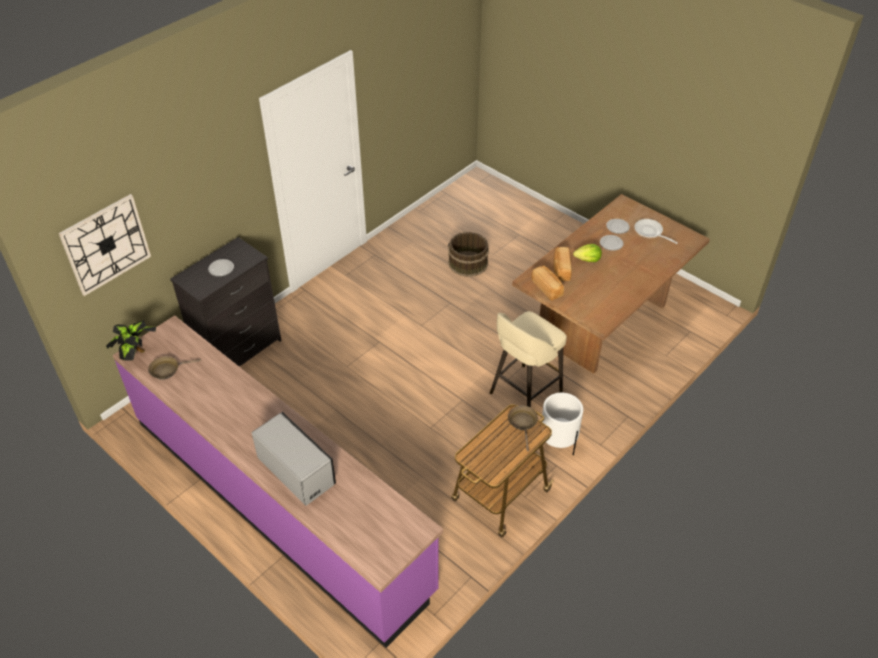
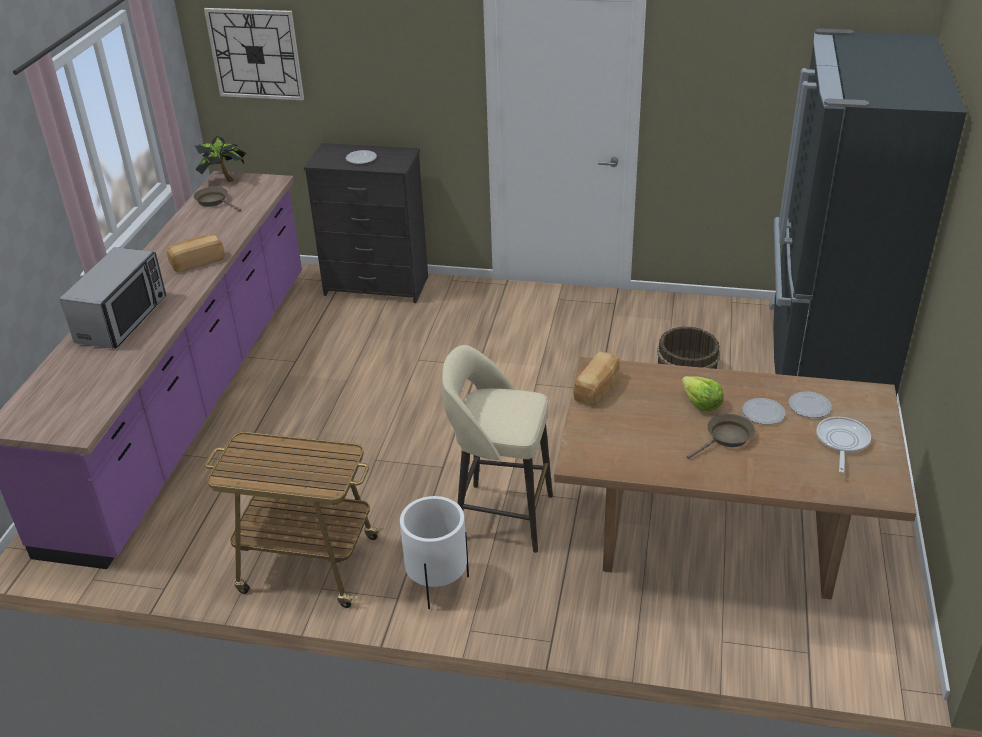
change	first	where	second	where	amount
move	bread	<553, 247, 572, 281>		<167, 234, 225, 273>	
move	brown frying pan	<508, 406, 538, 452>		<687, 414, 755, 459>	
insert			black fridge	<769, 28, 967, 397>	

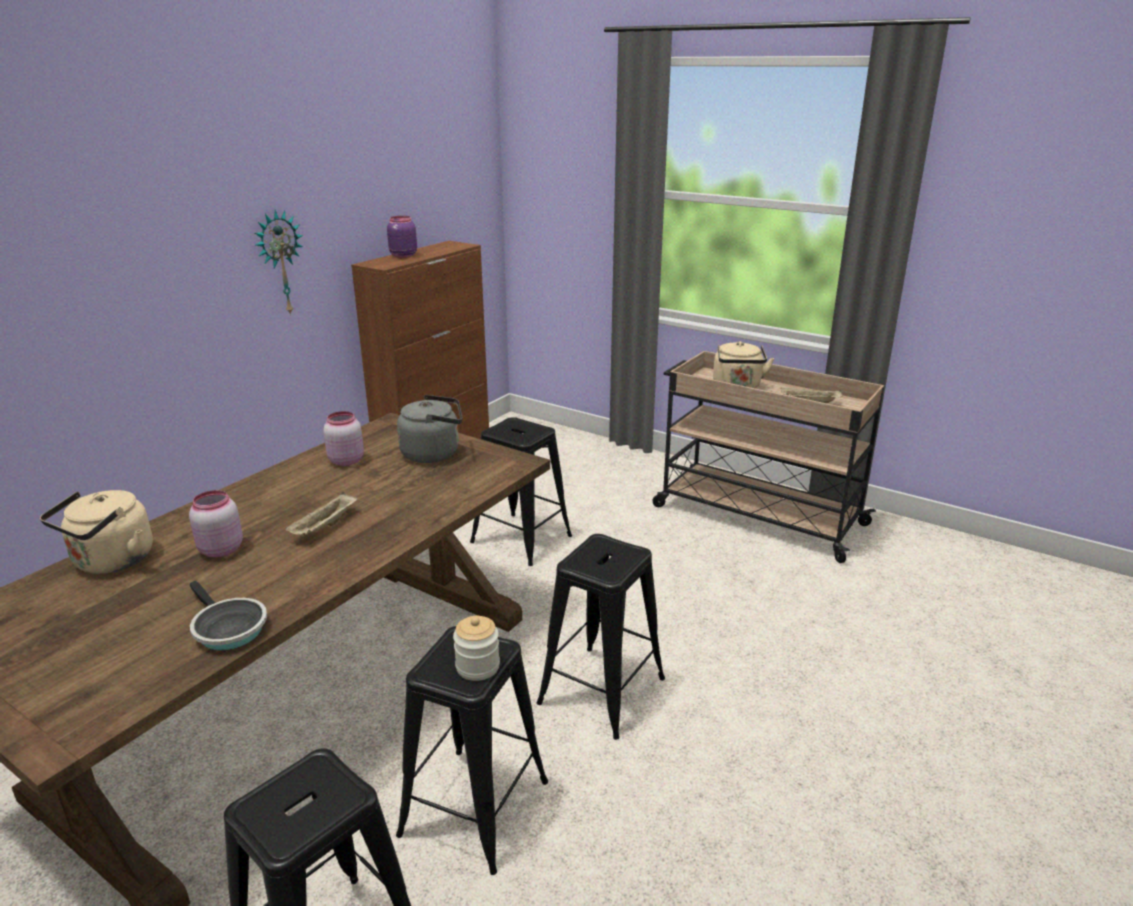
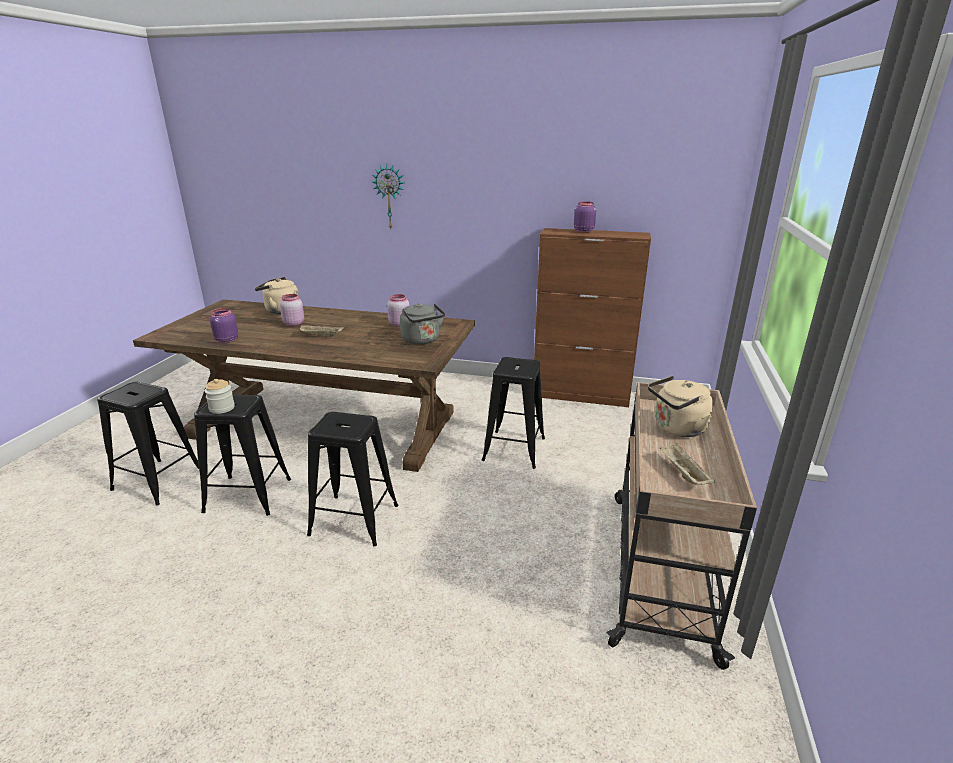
change	first	where	second	where	amount
move	wall clock	<255, 210, 303, 316>		<372, 164, 404, 229>	
replace	frying pan	<190, 581, 267, 651>	purple jar	<210, 308, 238, 343>	

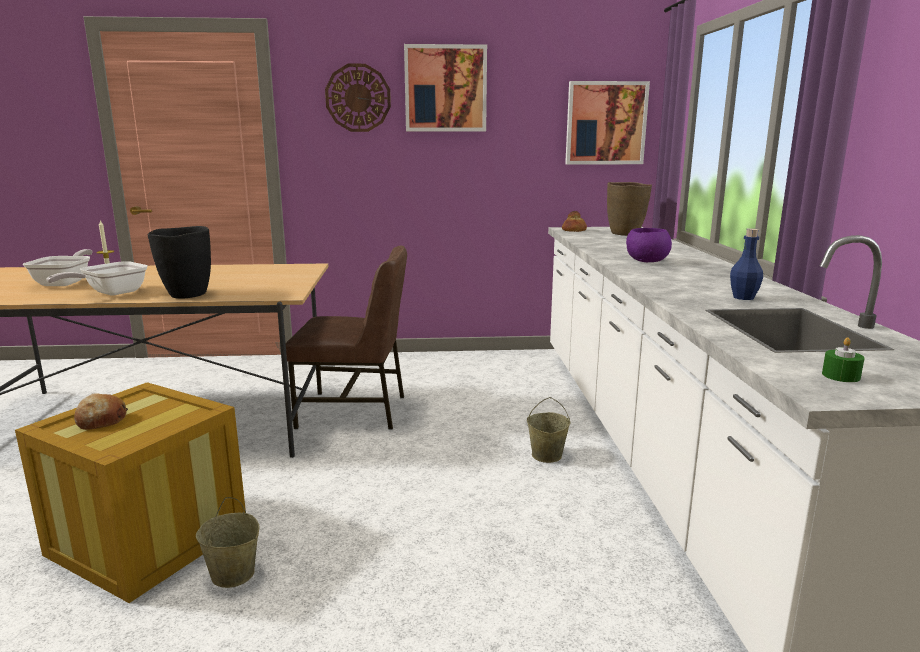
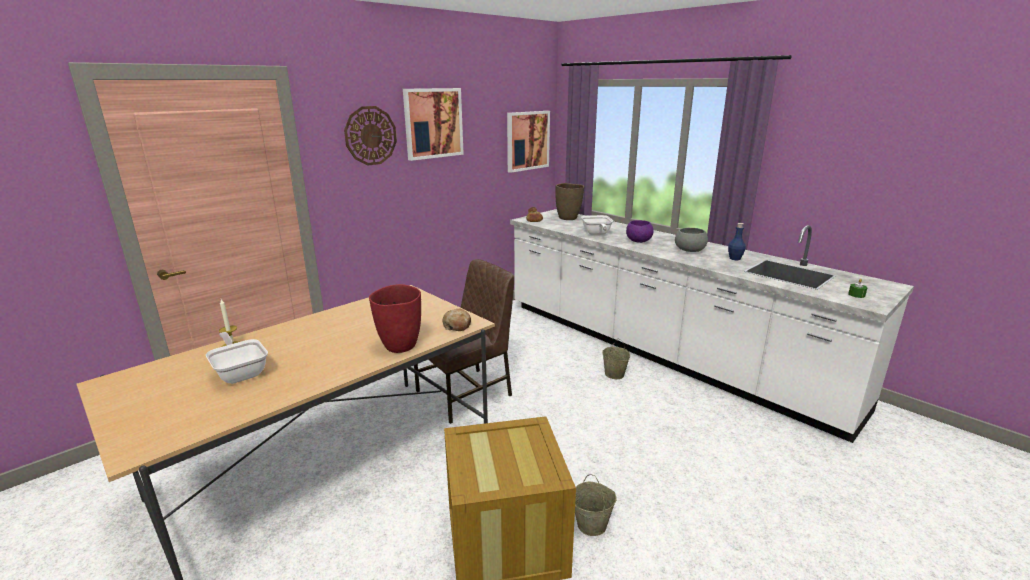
change	first	where	second	where	amount
recolor	black vase	<148, 226, 211, 299>	red vase	<369, 284, 421, 353>	
move	frying pan	<47, 261, 148, 296>		<581, 215, 613, 235>	
move	bread	<74, 393, 128, 430>		<442, 309, 471, 331>	
insert			grey bowl	<675, 228, 708, 252>	

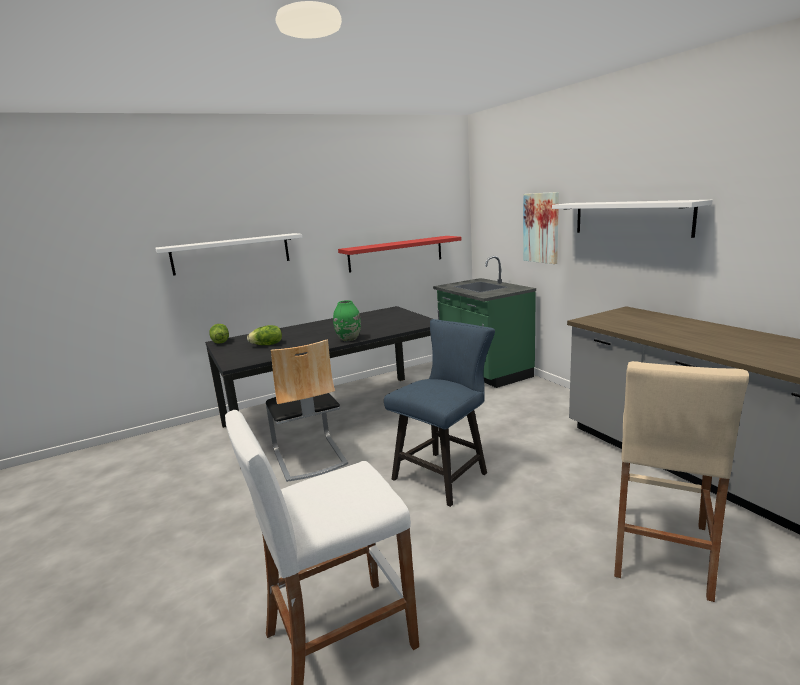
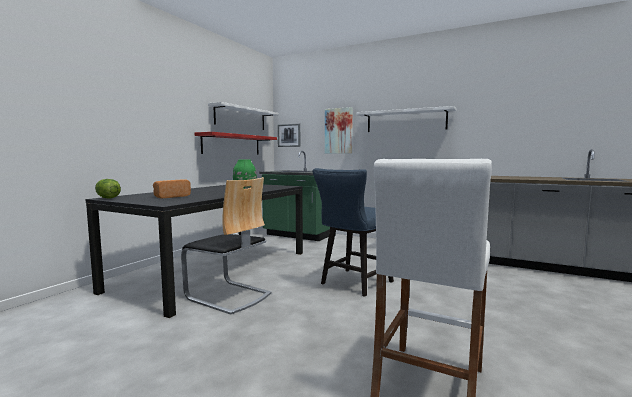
change	first	where	second	where	amount
move	white shelf	<155, 233, 302, 276>		<208, 102, 279, 130>	
rotate	blue chair	<384, 319, 495, 507>		<312, 168, 394, 297>	150 degrees counterclockwise
replace	lettuce	<247, 325, 282, 345>	bread	<153, 179, 191, 199>	
delete	beige stool	<614, 361, 749, 602>			
insert			picture	<278, 123, 300, 147>	

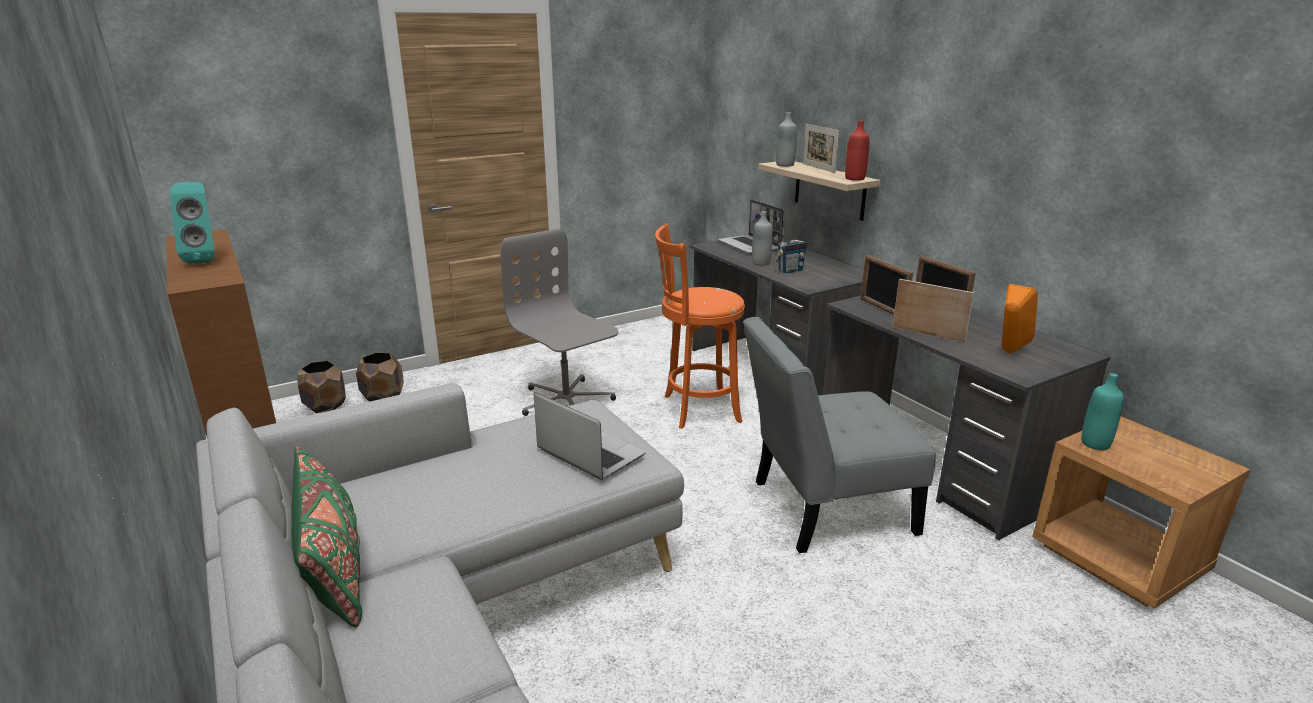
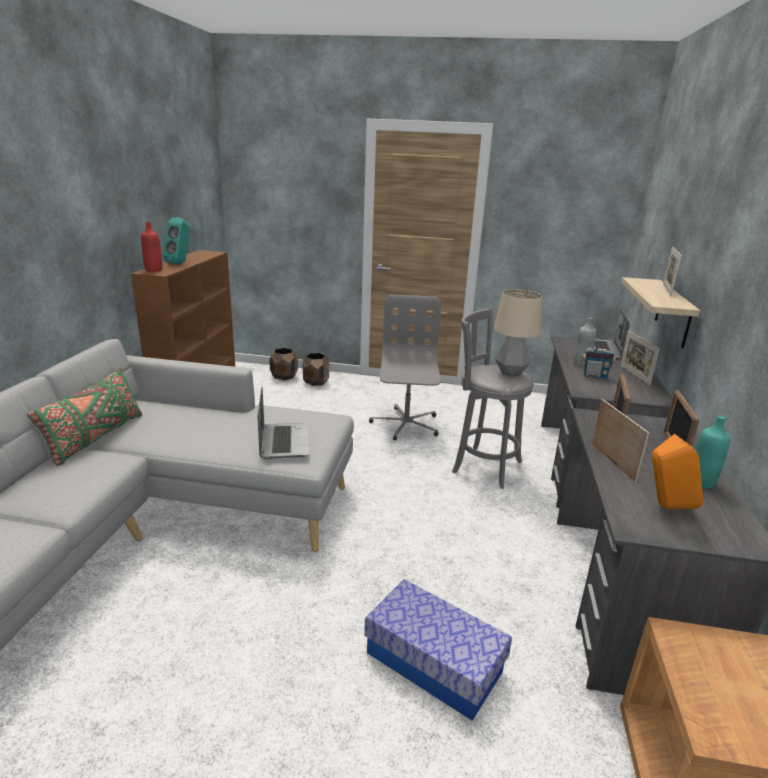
change	first	where	second	where	amount
delete	grey bottle	<776, 112, 797, 167>			
move	red bottle	<845, 121, 869, 181>		<141, 222, 162, 272>	
recolor	orange stool	<655, 223, 745, 429>	grey stool	<452, 308, 534, 489>	
delete	grey chair	<743, 317, 936, 553>			
move	turquoise bottle	<1081, 373, 1124, 450>		<695, 415, 730, 489>	
insert			table lamp	<494, 289, 542, 377>	
insert			picture frame	<620, 331, 660, 385>	
insert			storage box	<364, 579, 512, 721>	

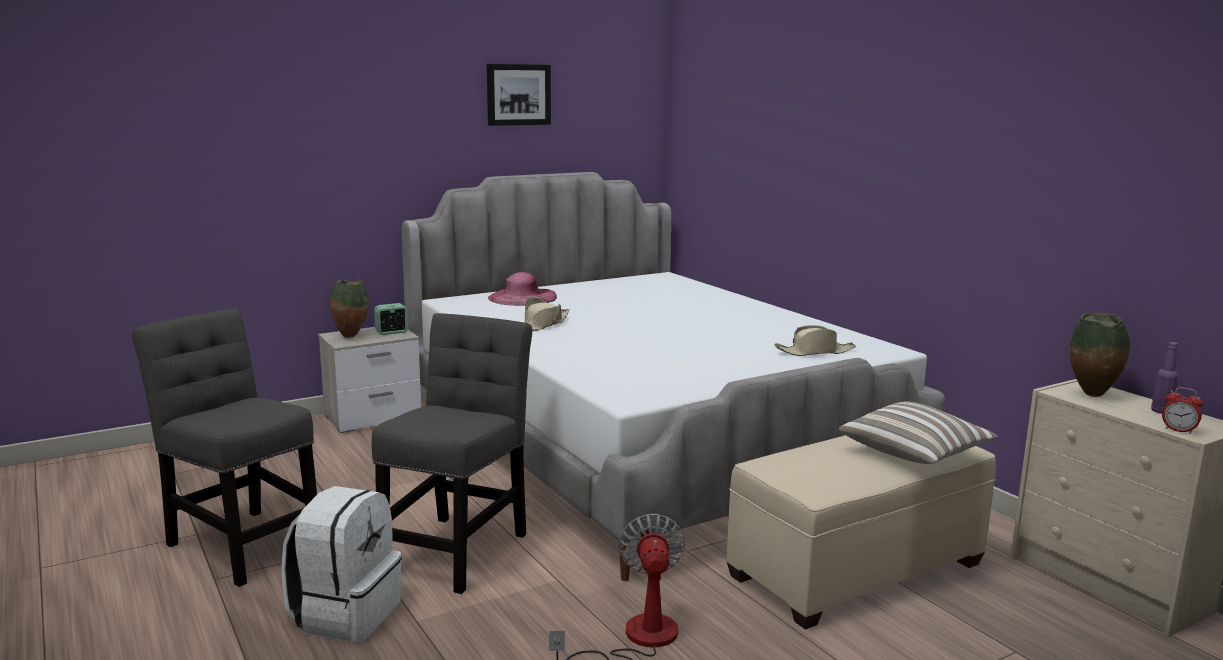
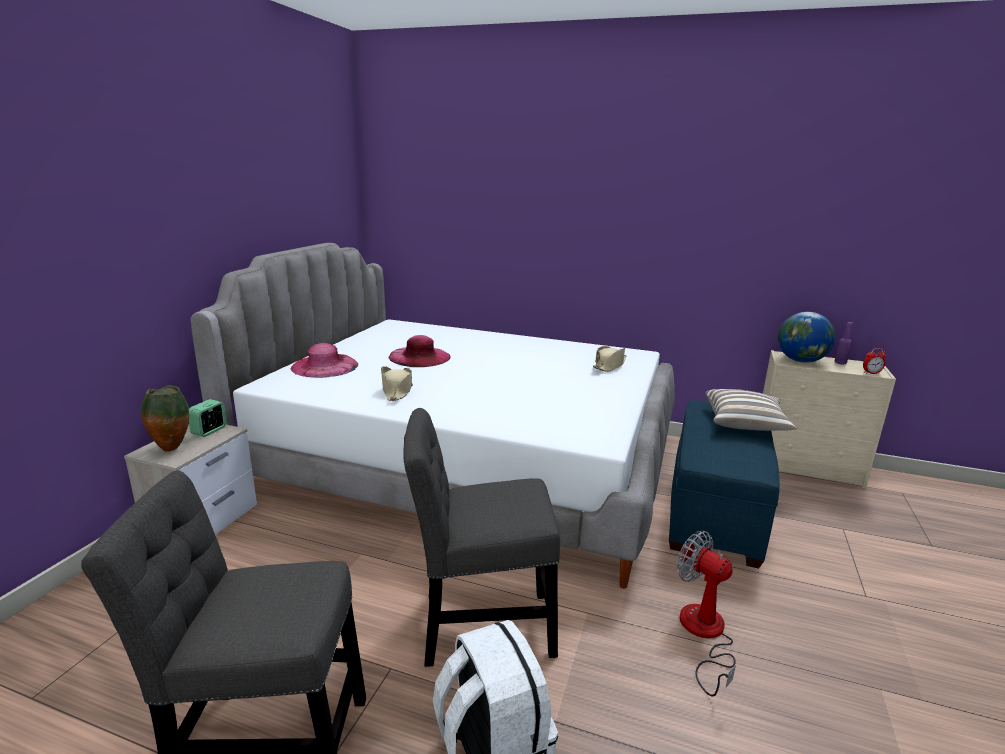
change	first	where	second	where	amount
delete	picture	<487, 64, 551, 126>			
rotate	grey chair	<372, 313, 532, 594>		<403, 408, 560, 667>	75 degrees counterclockwise
replace	vase	<1070, 313, 1130, 397>	globe	<778, 312, 835, 363>	
recolor	beige ottoman	<727, 435, 996, 629>	blue ottoman	<669, 400, 780, 569>	
insert			pink hat	<388, 335, 451, 367>	

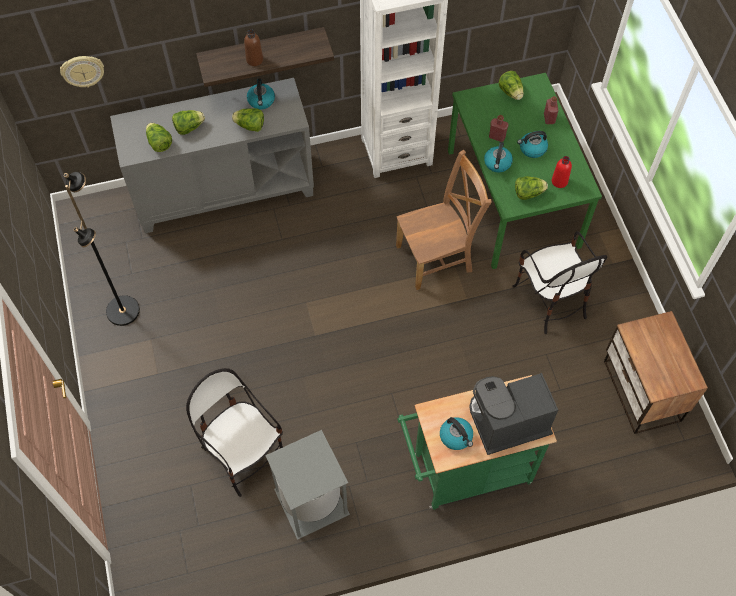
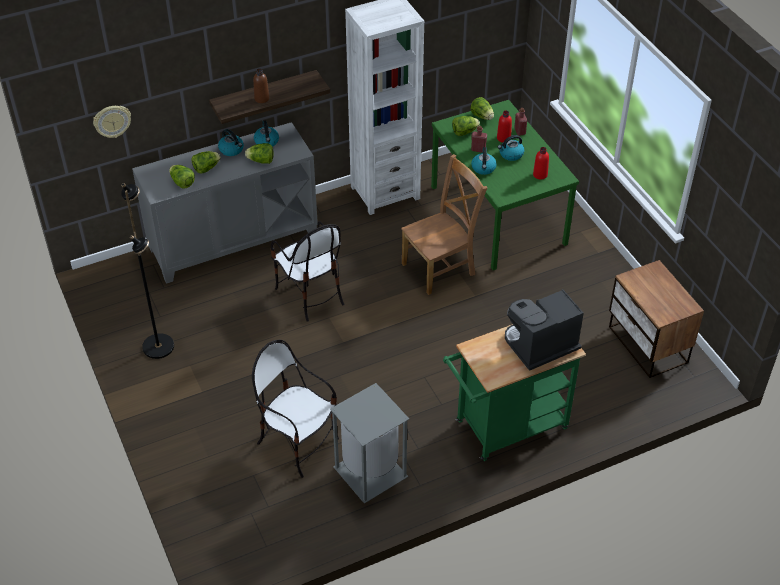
change	first	where	second	where	amount
move	lettuce	<515, 176, 548, 200>		<452, 116, 480, 136>	
move	chair	<512, 231, 607, 334>		<271, 221, 344, 322>	
move	kettle	<440, 417, 473, 450>		<218, 129, 244, 156>	
insert			red bottle	<497, 111, 512, 143>	

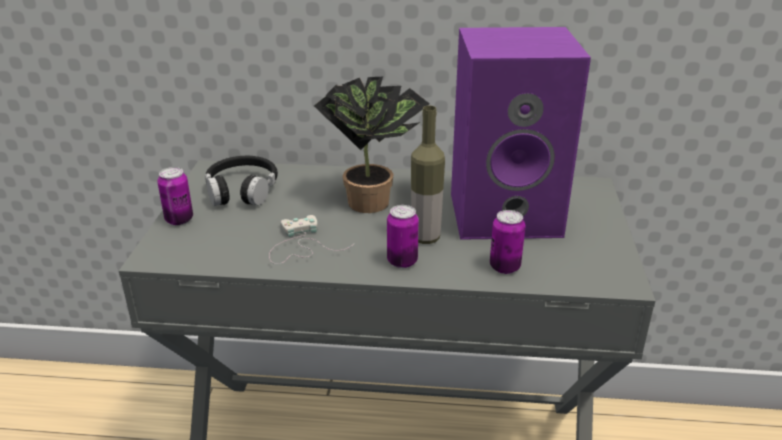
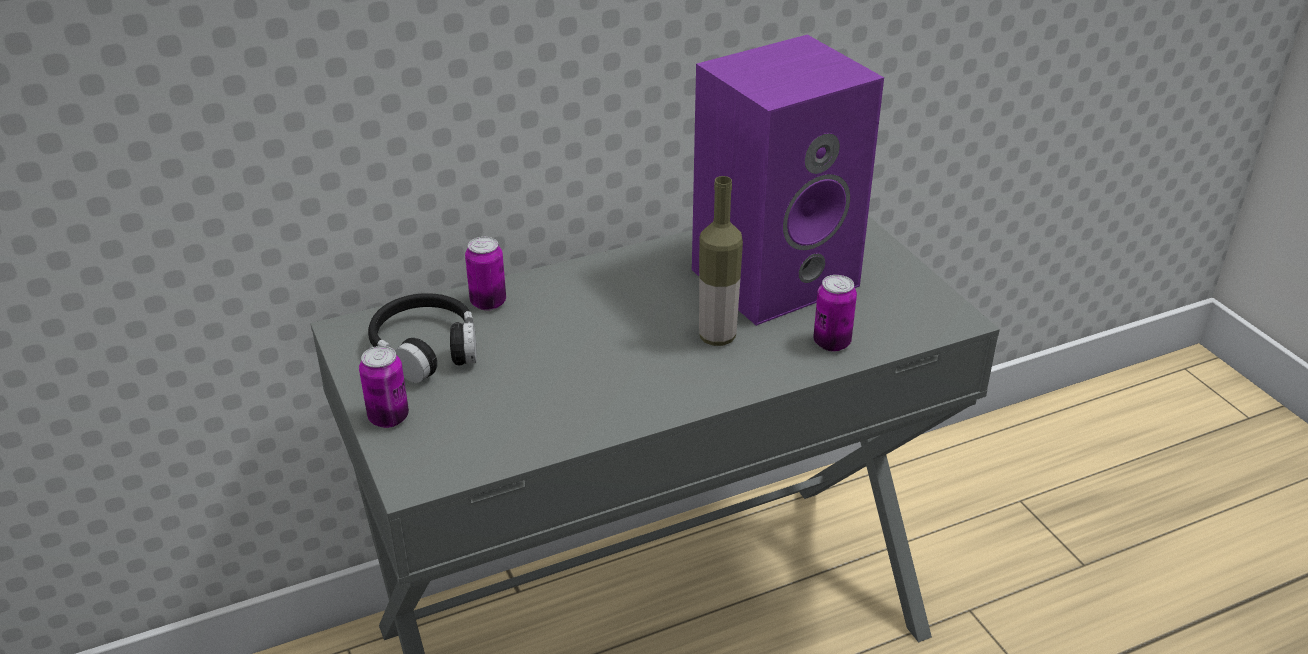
change	first	where	second	where	amount
delete	potted plant	<314, 77, 430, 213>			
move	can	<387, 205, 419, 268>		<465, 237, 506, 311>	
delete	white game controller	<269, 215, 354, 264>			

